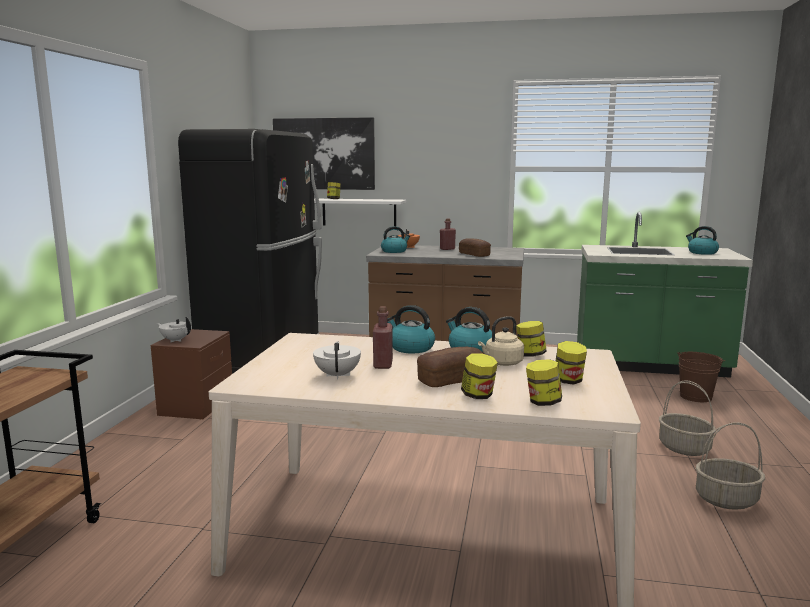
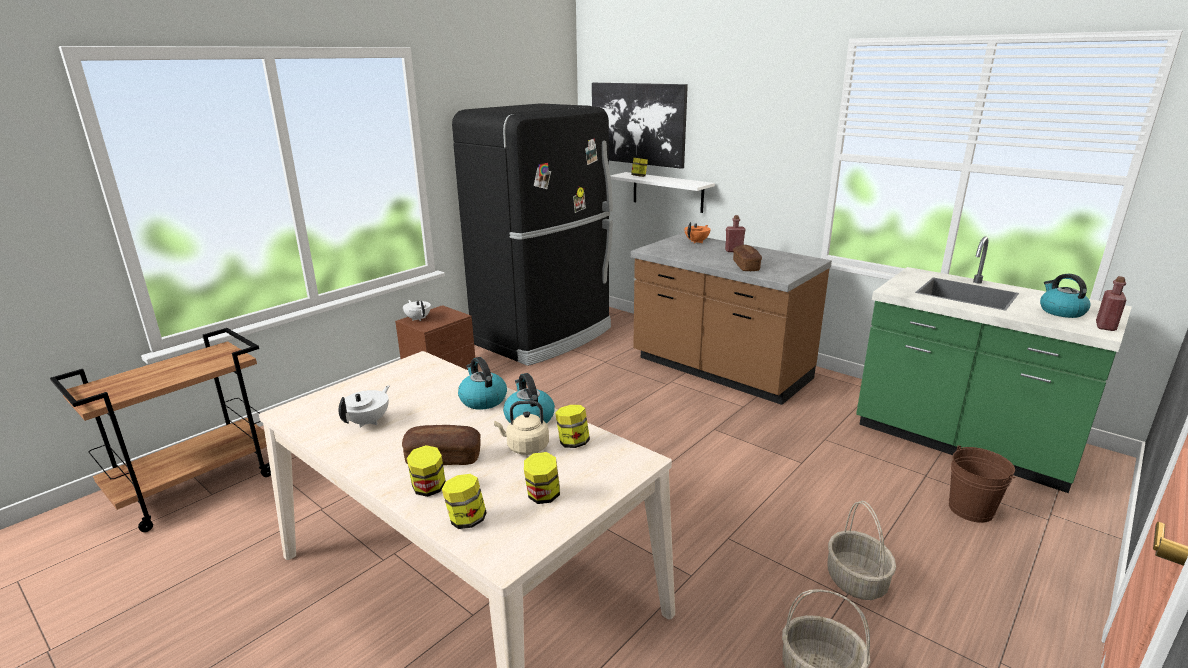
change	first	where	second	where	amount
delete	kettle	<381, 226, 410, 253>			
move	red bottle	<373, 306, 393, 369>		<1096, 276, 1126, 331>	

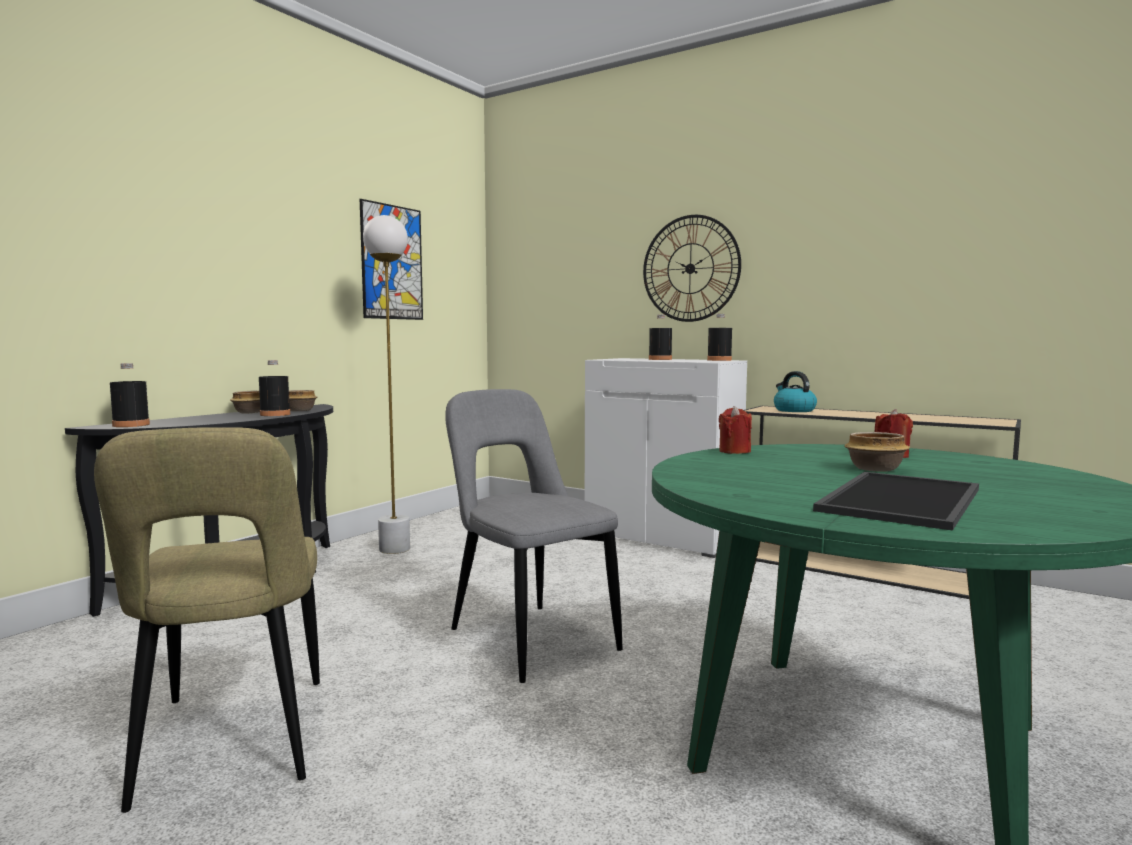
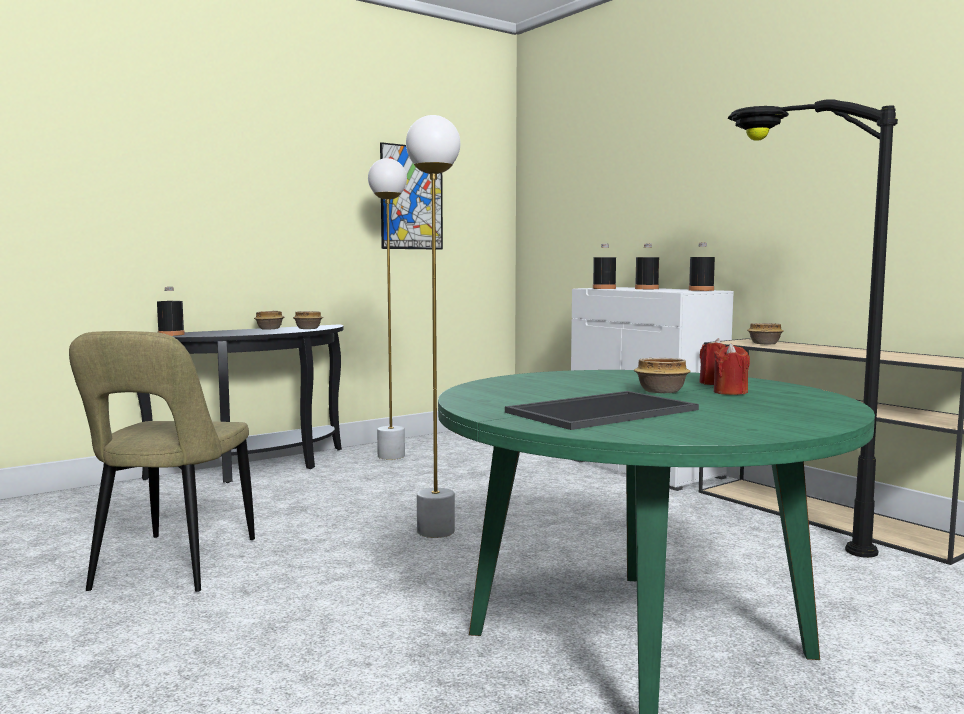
change	first	where	second	where	amount
delete	wall clock	<643, 215, 741, 322>			
move	black bottle	<259, 360, 290, 416>		<593, 244, 616, 289>	
replace	kettle	<774, 371, 817, 412>	bowl	<747, 323, 784, 344>	
replace	grey chair	<445, 389, 623, 683>	white floor lamp	<406, 115, 461, 538>	
move	red candle	<719, 406, 752, 454>		<714, 343, 750, 395>	
insert			black floor lamp	<728, 99, 898, 558>	

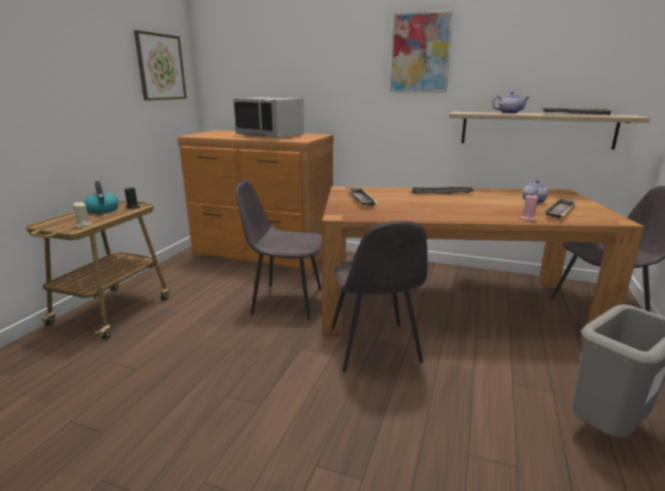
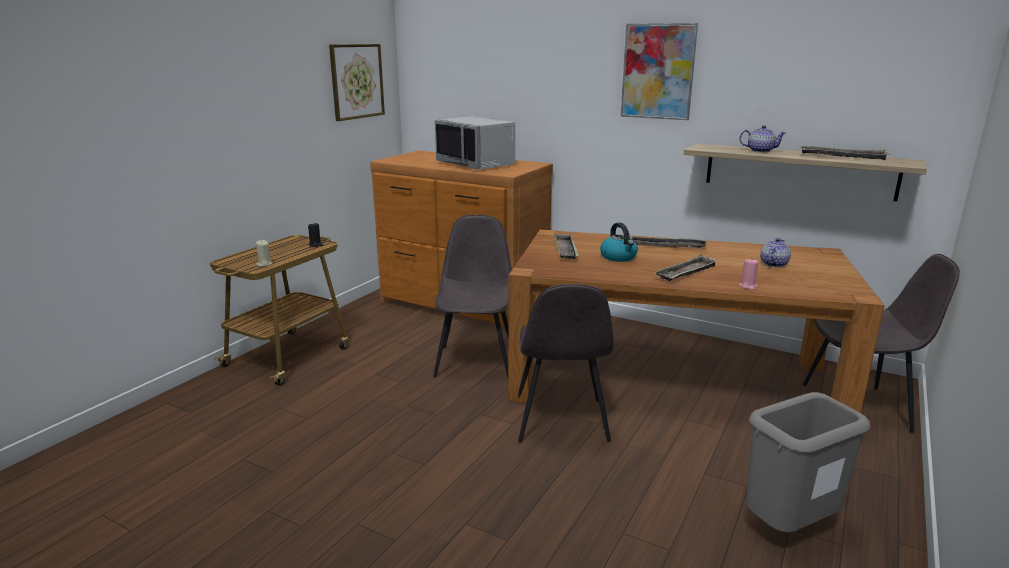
change	first	where	second	where	amount
rotate	grey chair	<235, 180, 322, 319>		<433, 215, 512, 378>	75 degrees clockwise
move	kettle	<84, 181, 119, 214>		<600, 223, 638, 262>	
move	tray	<544, 197, 577, 219>		<655, 255, 718, 281>	

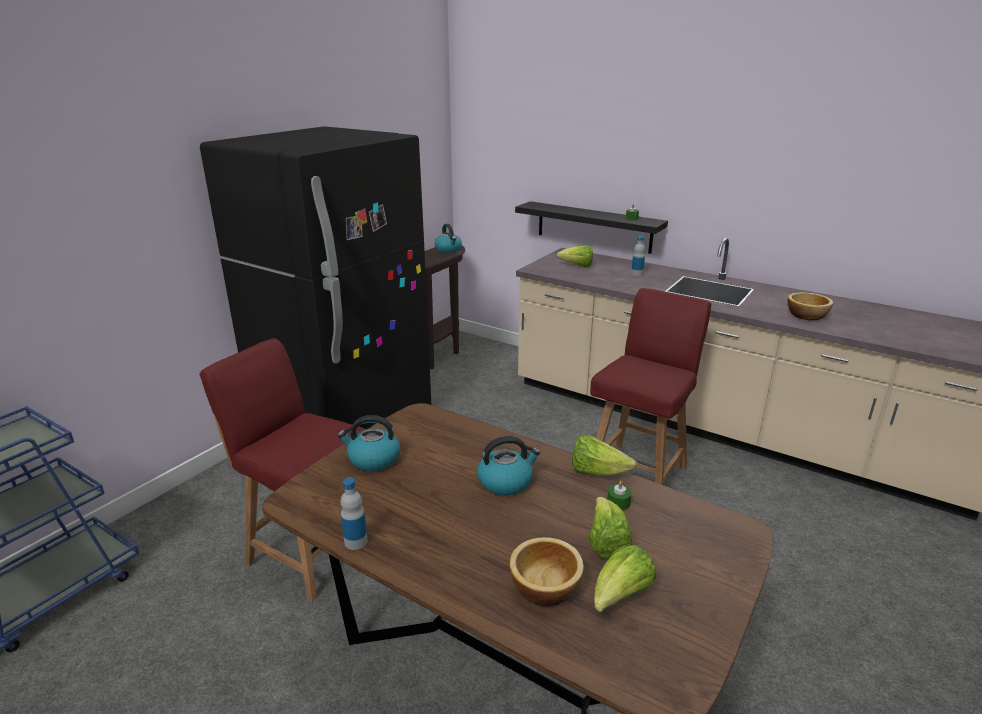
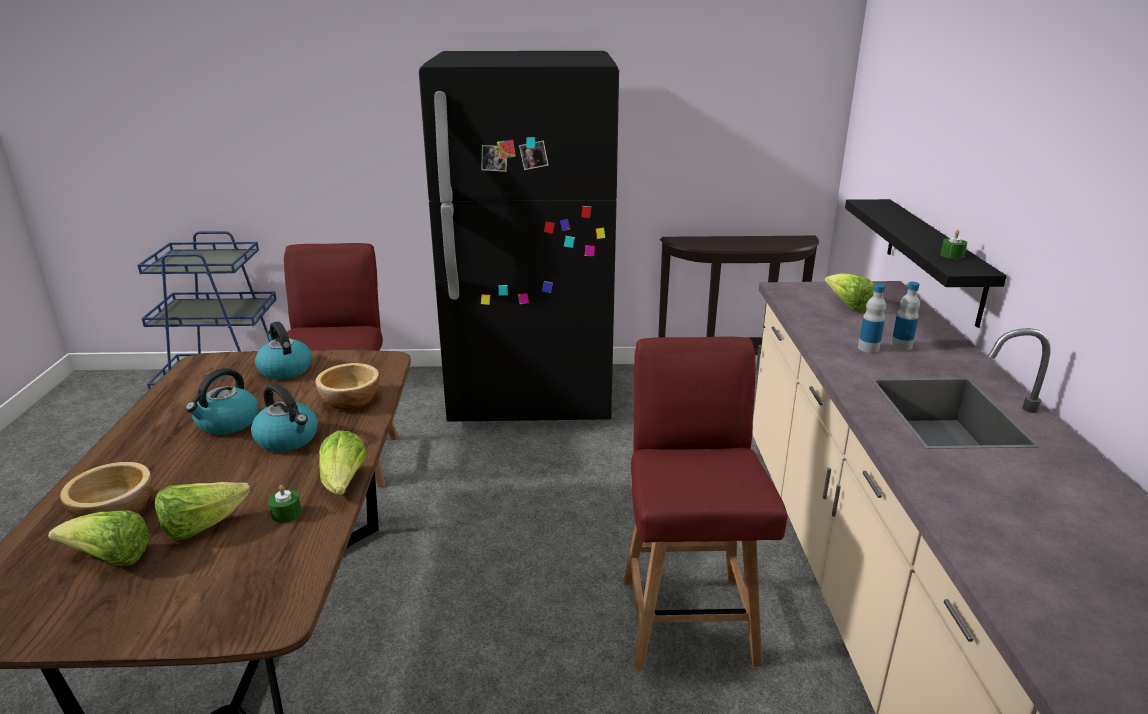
change	first	where	second	where	amount
move	kettle	<435, 224, 462, 253>		<185, 368, 258, 435>	
rotate	red chair	<590, 288, 711, 485>		<624, 337, 787, 669>	90 degrees counterclockwise
move	bowl	<787, 292, 833, 321>		<315, 363, 380, 410>	
move	bottle	<341, 477, 367, 550>		<858, 284, 886, 353>	

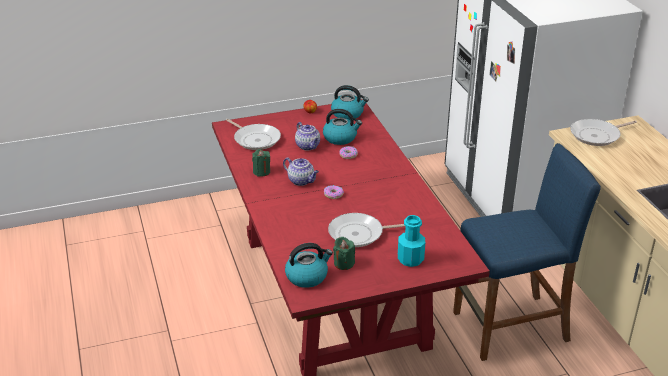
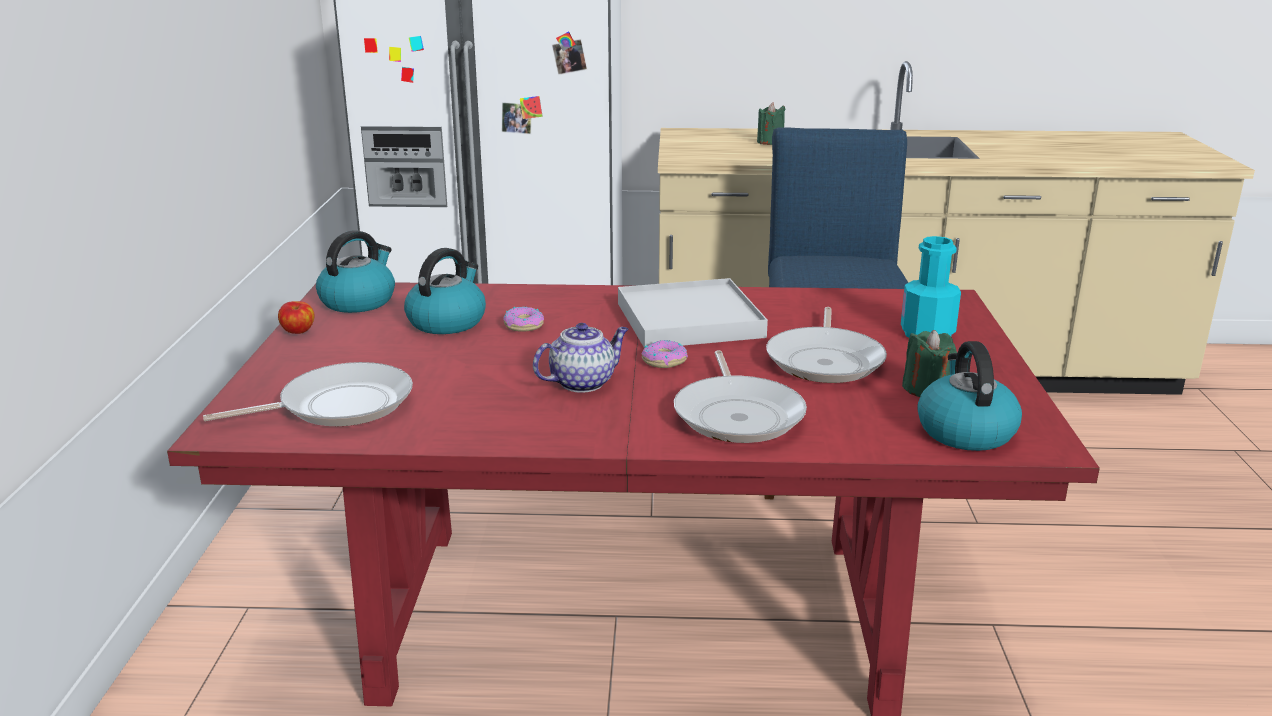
change	first	where	second	where	amount
move	frying pan	<570, 119, 637, 146>		<674, 350, 807, 443>	
delete	teapot	<295, 122, 320, 150>			
move	green candle	<252, 149, 270, 177>		<757, 102, 785, 145>	
insert			white tray	<618, 278, 768, 348>	

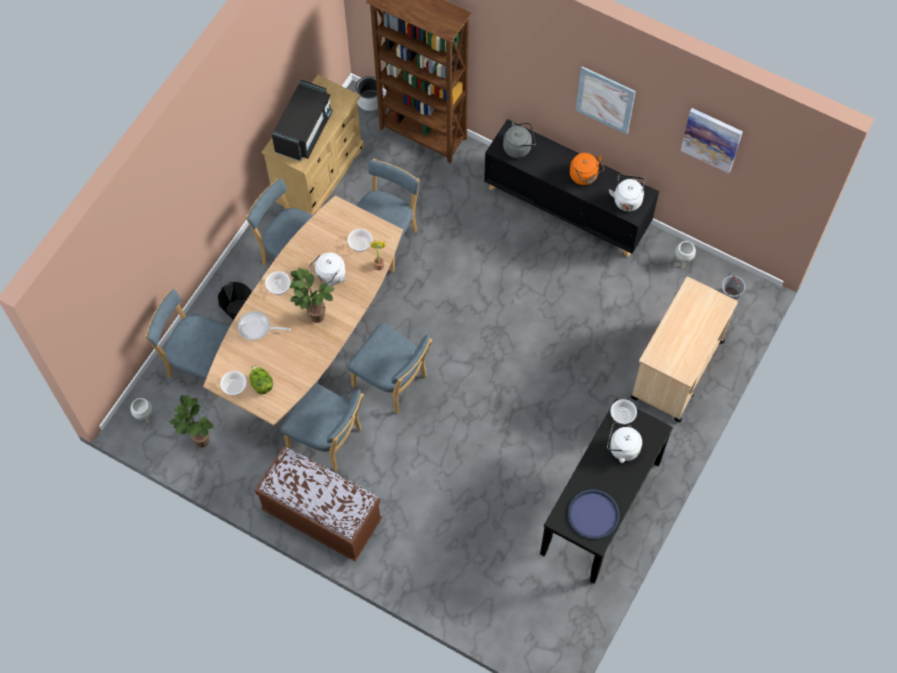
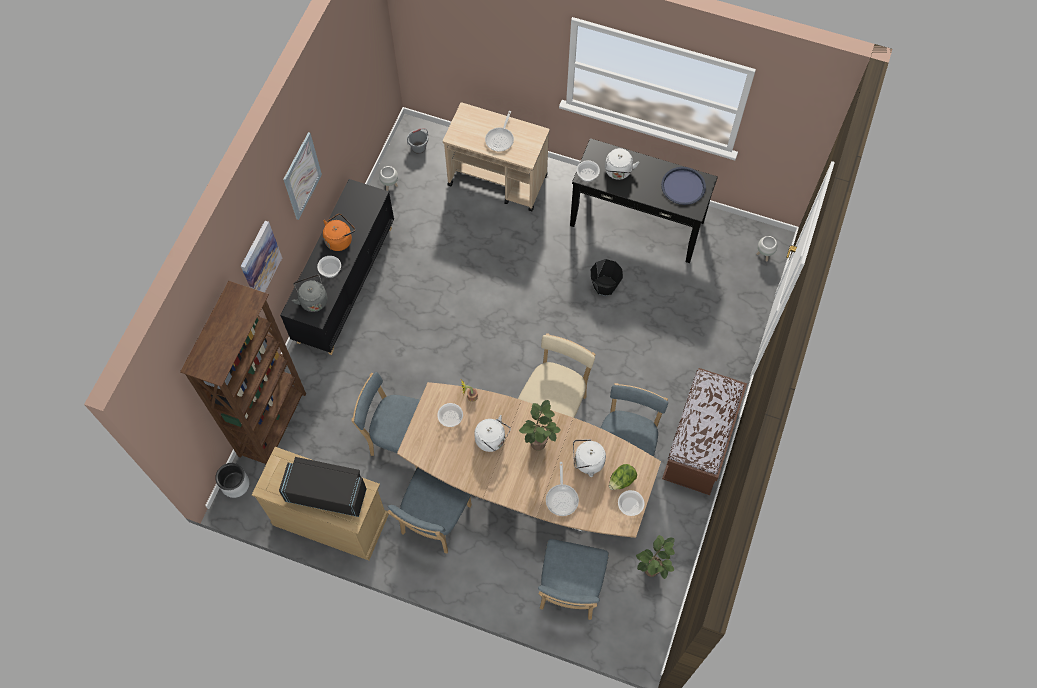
change	first	where	second	where	amount
move	picture	<680, 108, 743, 173>		<241, 221, 282, 293>	
move	white kettle	<609, 175, 645, 211>		<573, 439, 606, 477>	
move	bowl	<265, 271, 291, 295>		<317, 256, 341, 278>	
move	black bucket	<218, 282, 252, 320>		<591, 259, 623, 296>	
recolor	blue chair	<348, 322, 432, 414>	beige chair	<518, 333, 596, 418>	
move	white planter	<131, 398, 153, 423>		<757, 236, 777, 262>	
insert			frying pan	<485, 111, 514, 151>	

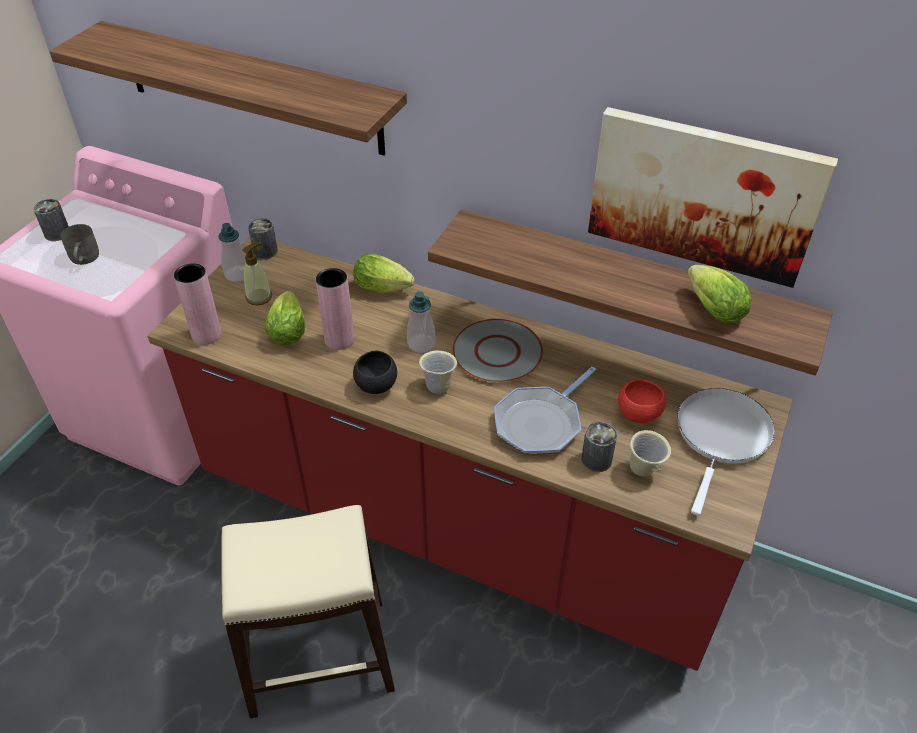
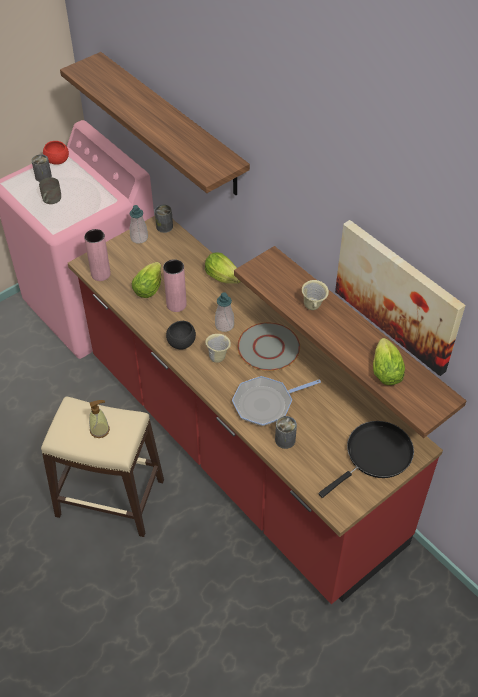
change	first	where	second	where	amount
move	soap dispenser	<242, 242, 272, 305>		<89, 400, 110, 438>	
move	red bowl	<618, 379, 666, 423>		<43, 141, 69, 165>	
recolor	white frying pan	<677, 388, 775, 516>	black frying pan	<319, 421, 414, 498>	
move	beige mug	<630, 430, 671, 476>		<302, 280, 329, 310>	

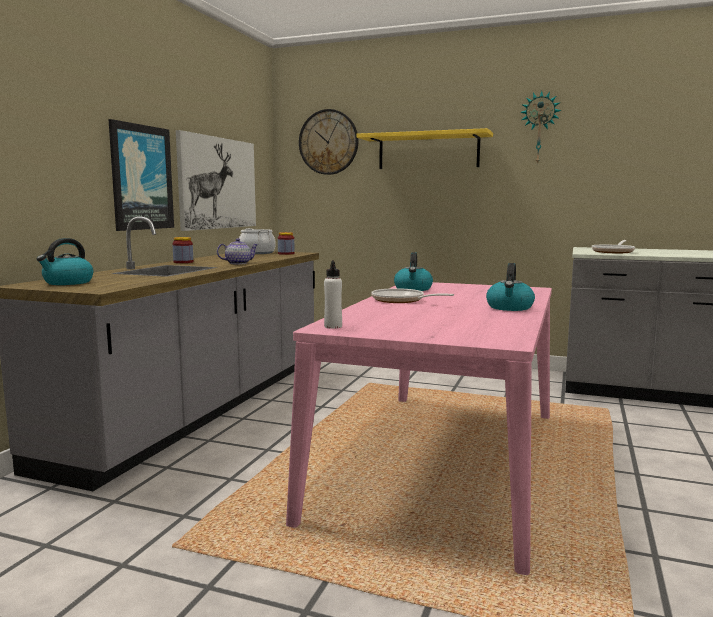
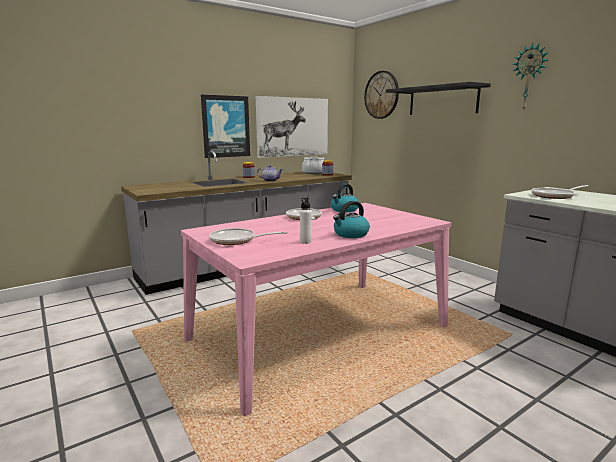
change	first	where	second	where	amount
recolor	yellow shelf	<356, 128, 493, 169>	black shelf	<386, 82, 491, 115>	
delete	kettle	<37, 238, 93, 285>			
move	white bottle	<324, 260, 342, 329>		<299, 197, 312, 244>	
insert			frying pan	<209, 228, 288, 245>	

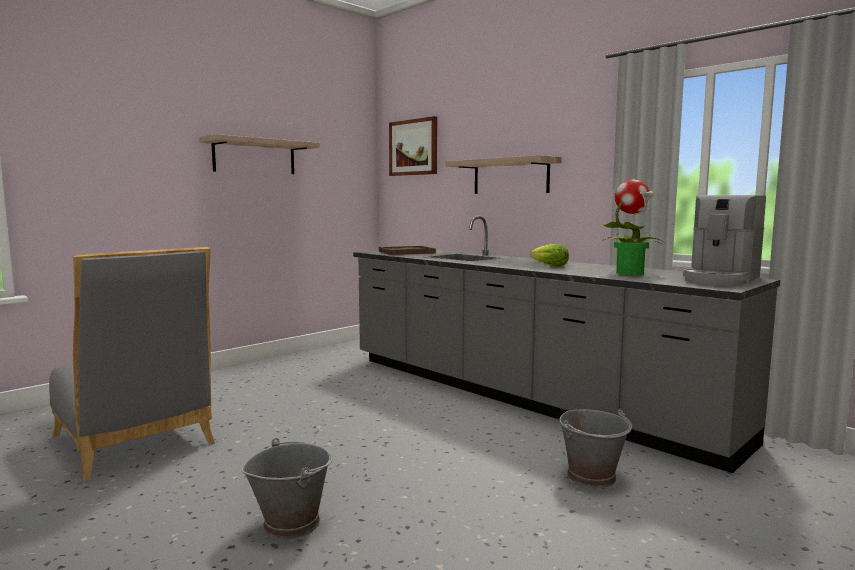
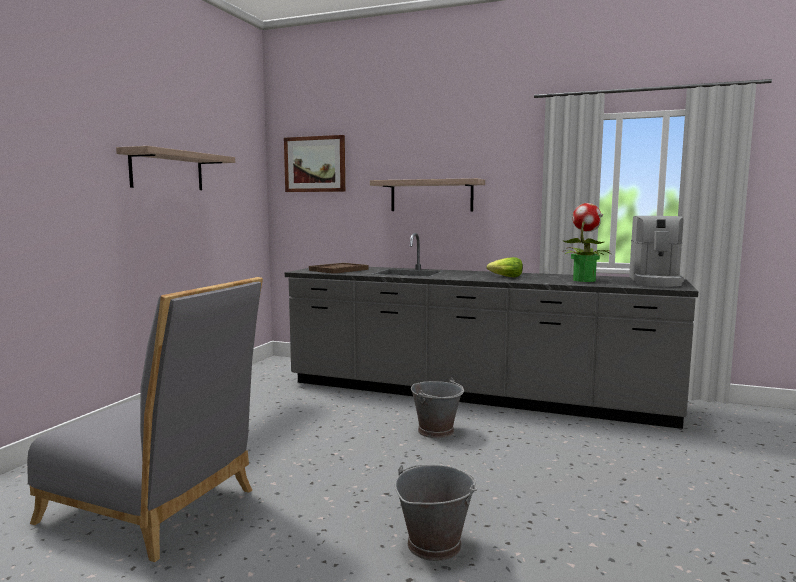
change	first	where	second	where	amount
move	grey bucket	<559, 409, 632, 488>		<411, 378, 464, 438>	

